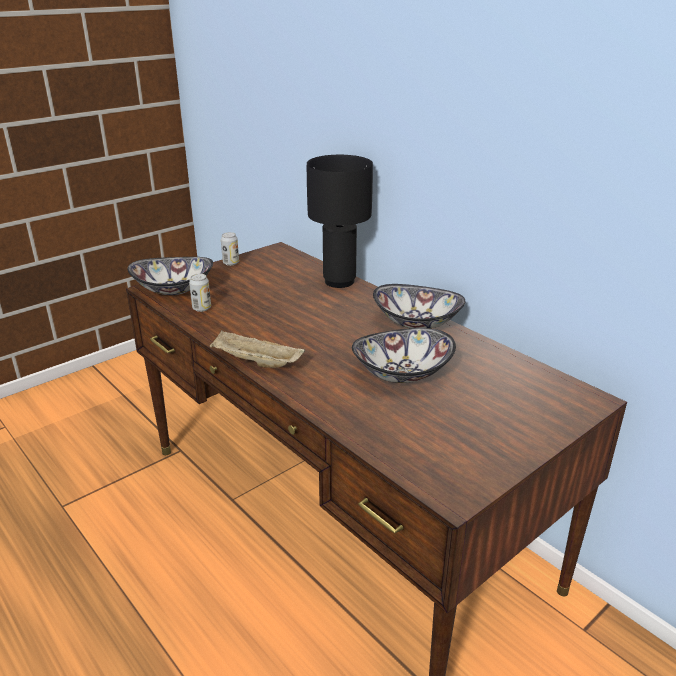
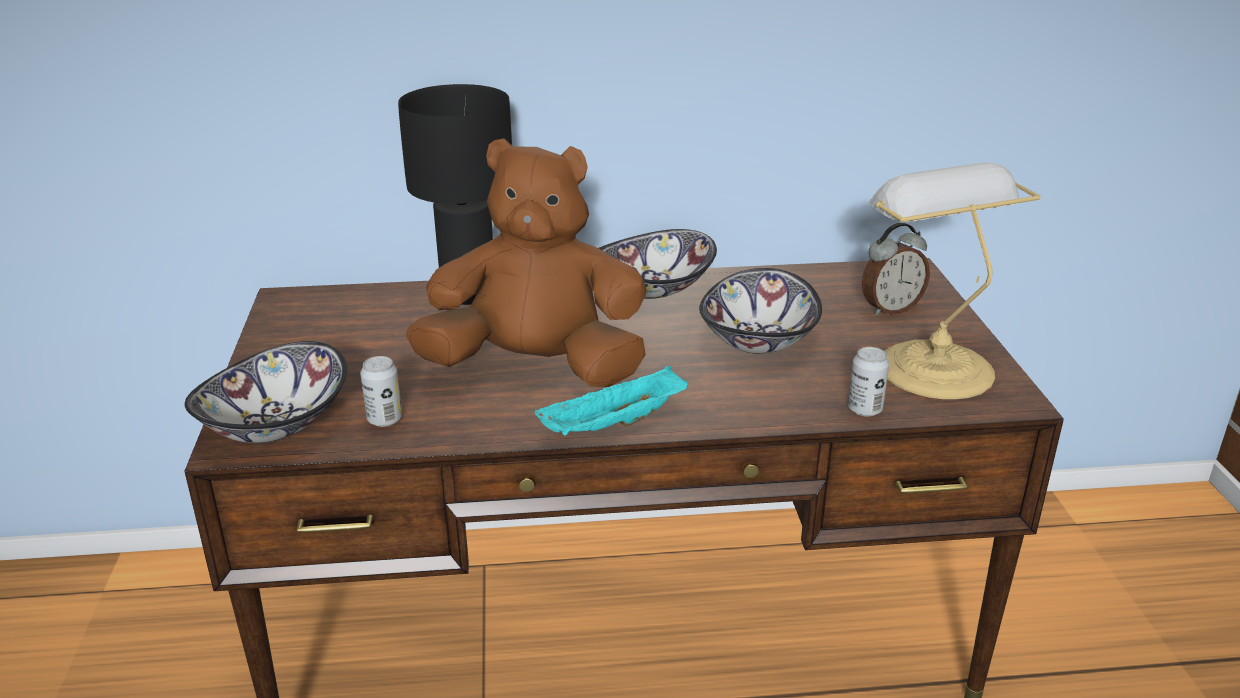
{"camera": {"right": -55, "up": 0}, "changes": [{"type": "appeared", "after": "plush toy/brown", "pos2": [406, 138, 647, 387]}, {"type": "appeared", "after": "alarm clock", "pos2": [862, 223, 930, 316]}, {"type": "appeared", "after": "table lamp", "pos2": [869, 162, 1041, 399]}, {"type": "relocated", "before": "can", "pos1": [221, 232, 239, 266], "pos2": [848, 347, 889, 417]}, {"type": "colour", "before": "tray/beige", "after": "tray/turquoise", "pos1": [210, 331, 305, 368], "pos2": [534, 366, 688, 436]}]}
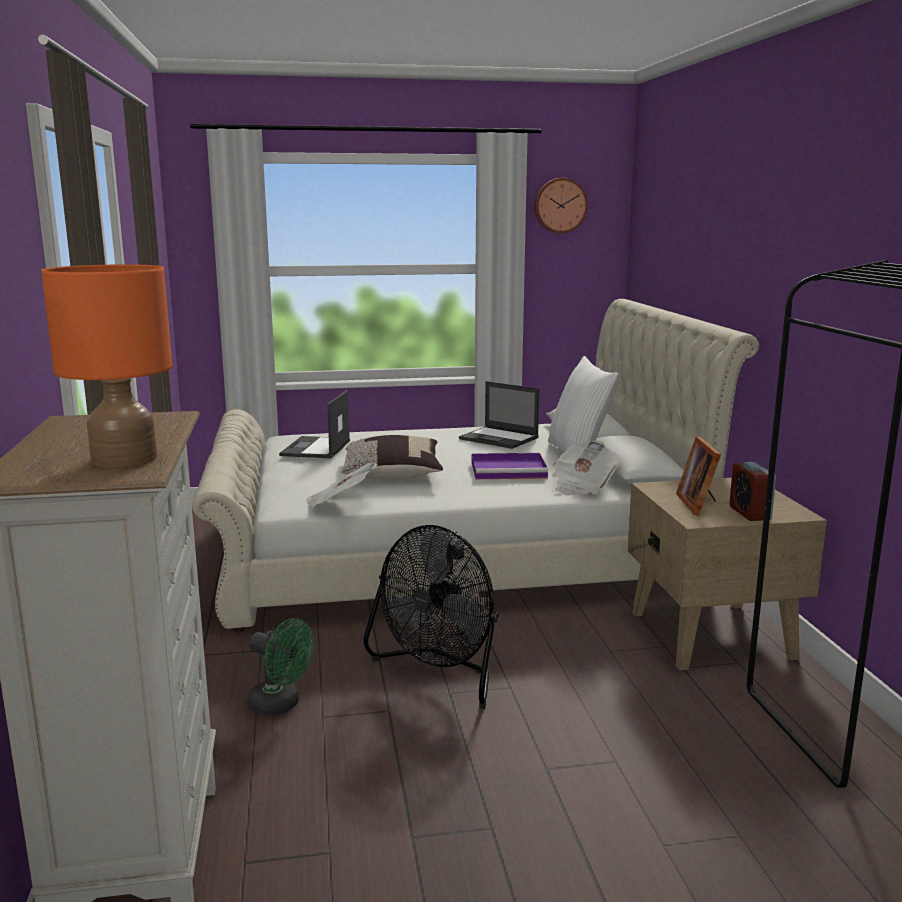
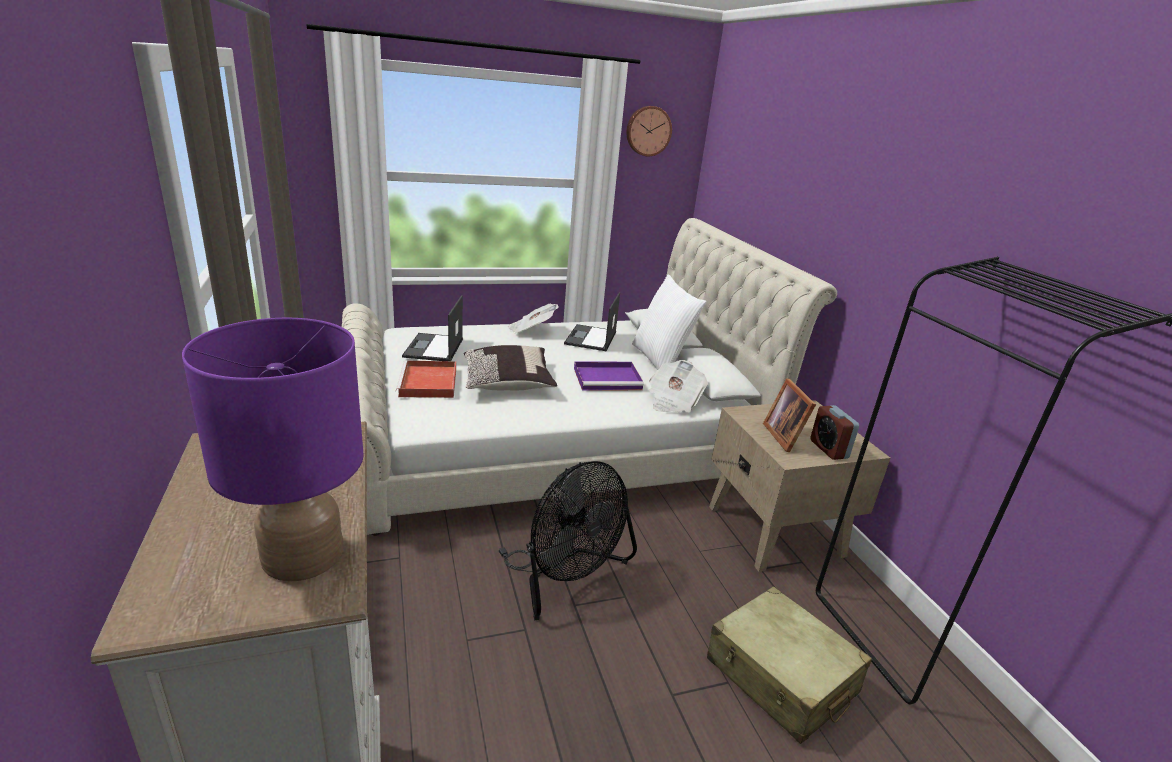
{"camera": {"right": -10, "up": 10}, "changes": [{"type": "missing", "before": "fan/green", "pos1": [247, 618, 314, 716]}, {"type": "appeared", "after": "tray/red", "pos2": [396, 360, 456, 398]}, {"type": "appeared", "after": "suitcase/beige", "pos2": [707, 586, 872, 744]}, {"type": "relocated", "before": "newspaper", "pos1": [306, 463, 377, 508], "pos2": [508, 304, 559, 334]}, {"type": "colour", "before": "table lamp/orange", "after": "table lamp/purple", "pos1": [41, 264, 172, 469], "pos2": [182, 318, 364, 581]}, {"type": "spun", "before": "fan/black", "pos1": [363, 525, 499, 709], "pos2": [499, 461, 637, 620], "turn": -75}, {"type": "spun", "before": "laptop", "pos1": [459, 381, 539, 449], "pos2": [564, 293, 620, 351], "turn": 75}]}
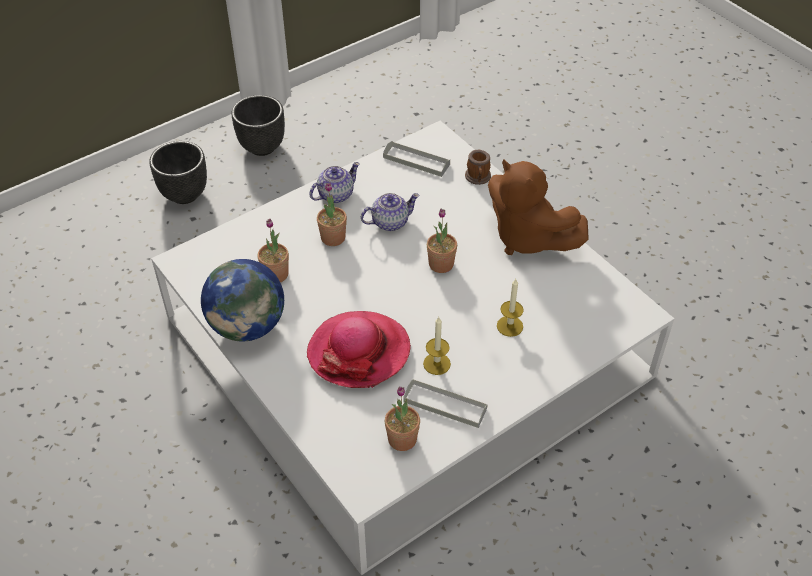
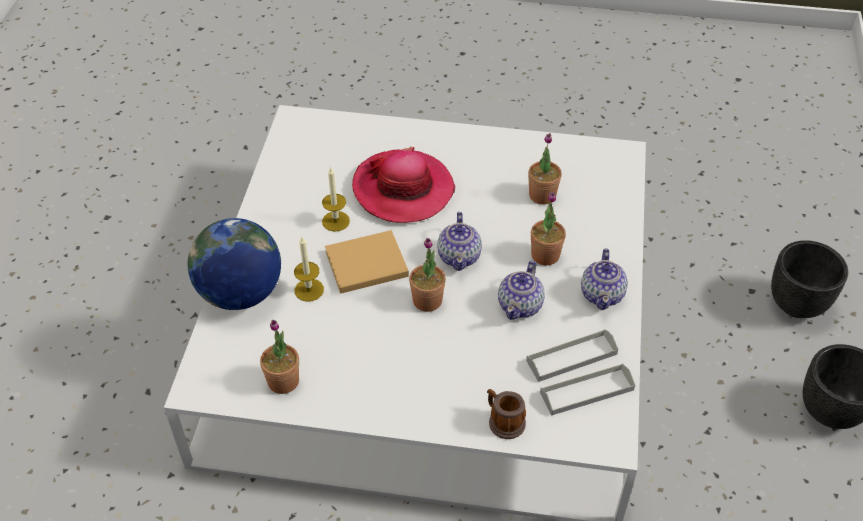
{"camera": {"right": 135, "up": 0}, "changes": [{"type": "missing", "before": "plush toy/brown", "pos1": [488, 159, 589, 255]}, {"type": "appeared", "after": "book/beige", "pos2": [325, 230, 409, 294]}, {"type": "appeared", "after": "teapot", "pos2": [437, 212, 482, 271]}, {"type": "relocated", "before": "globe", "pos1": [201, 259, 284, 342], "pos2": [188, 218, 281, 310]}, {"type": "relocated", "before": "potted plant", "pos1": [385, 386, 420, 451], "pos2": [260, 320, 299, 394]}, {"type": "relocated", "before": "tray/grey", "pos1": [403, 379, 488, 428], "pos2": [526, 329, 618, 382]}]}
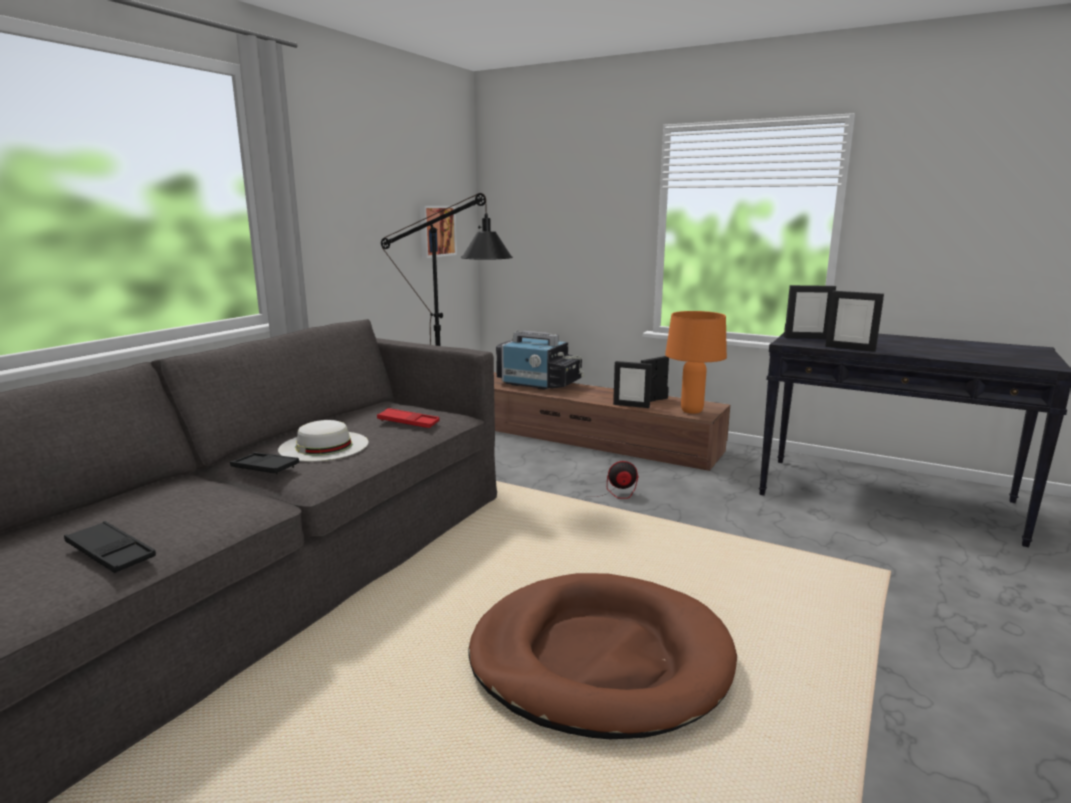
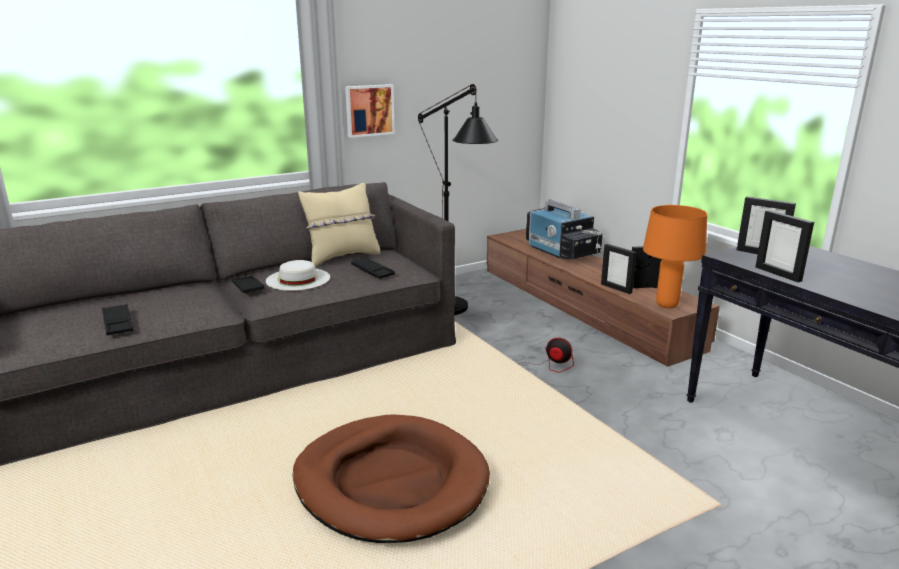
{"camera": {"right": 30, "up": 5}, "changes": [{"type": "appeared", "after": "pillow/beige", "pos2": [298, 183, 380, 266]}, {"type": "relocated", "before": "picture", "pos1": [420, 206, 457, 258], "pos2": [345, 84, 395, 138]}, {"type": "colour", "before": "tray/red", "after": "tray/black", "pos1": [377, 408, 439, 428], "pos2": [351, 257, 395, 279]}]}
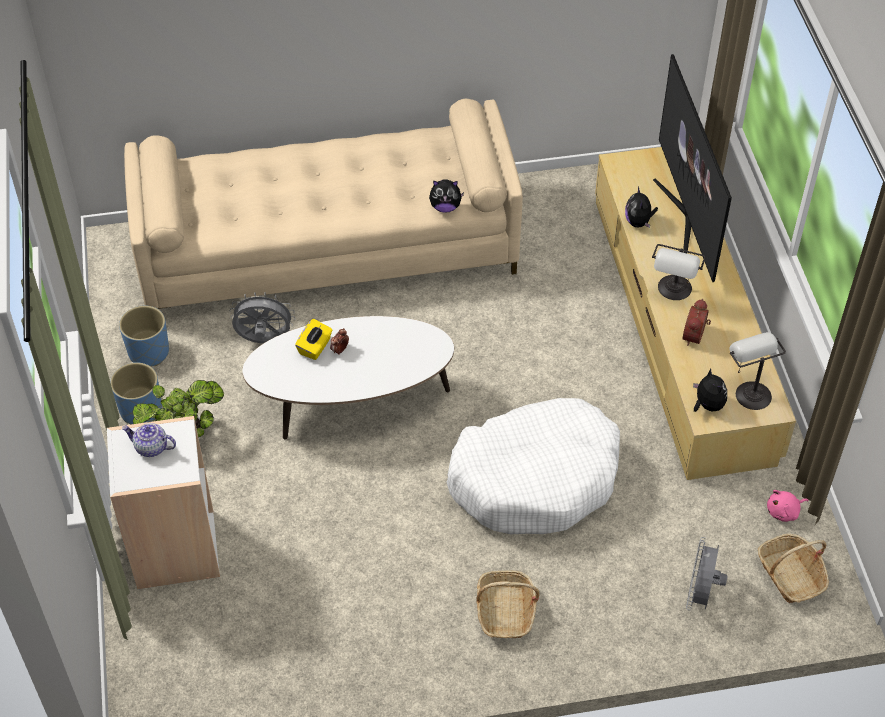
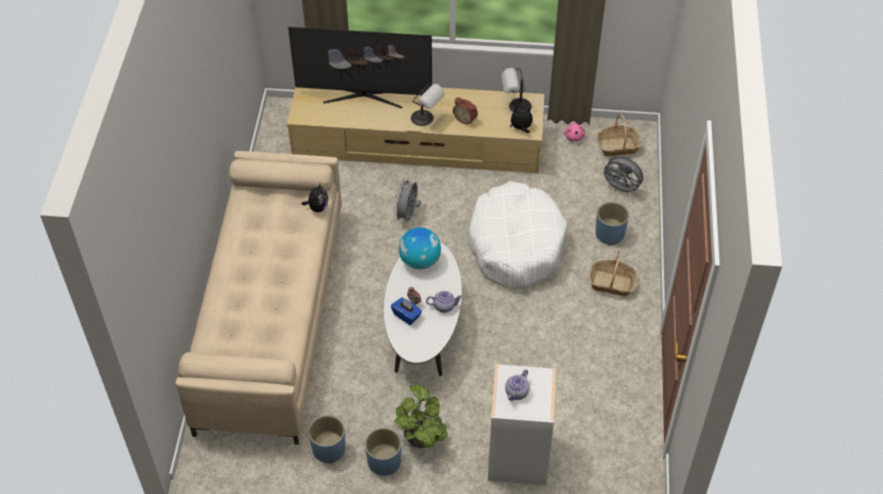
{"camera": {"right": -75, "up": 0}, "changes": [{"type": "missing", "before": "plush toy", "pos1": [625, 187, 658, 228]}, {"type": "appeared", "after": "globe", "pos2": [399, 227, 441, 270]}, {"type": "appeared", "after": "teapot", "pos2": [426, 291, 463, 313]}, {"type": "appeared", "after": "planter/blue", "pos2": [595, 202, 629, 245]}, {"type": "relocated", "before": "fan/grey", "pos1": [229, 292, 295, 343], "pos2": [393, 178, 421, 222]}, {"type": "colour", "before": "tissue box/yellow", "after": "tissue box/blue", "pos1": [295, 319, 333, 360], "pos2": [391, 298, 422, 325]}]}
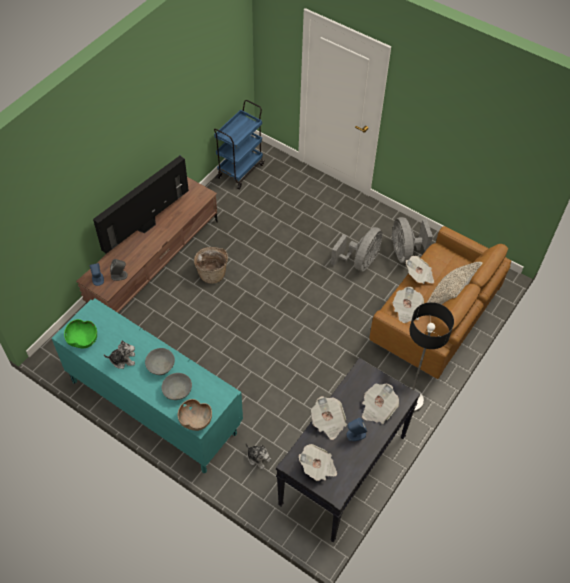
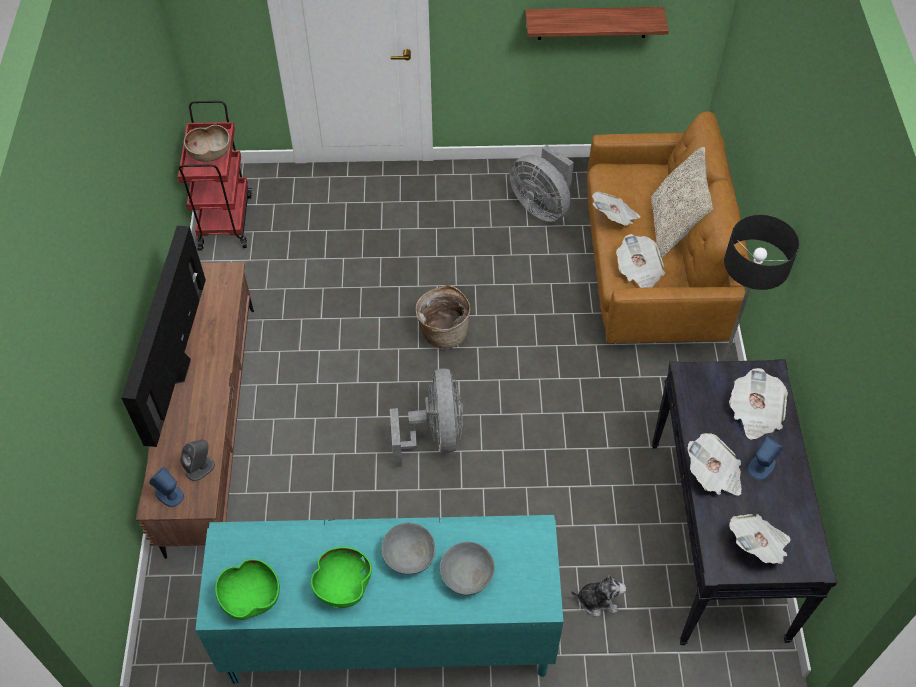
{"camera": {"right": -35, "up": 0}, "changes": [{"type": "appeared", "after": "shelf", "pos2": [526, 7, 669, 40]}, {"type": "relocated", "before": "bowl/brown", "pos1": [178, 399, 212, 431], "pos2": [184, 125, 230, 162]}, {"type": "relocated", "before": "basket", "pos1": [194, 247, 228, 284], "pos2": [415, 285, 471, 349]}, {"type": "relocated", "before": "fan/grey", "pos1": [331, 227, 383, 271], "pos2": [390, 368, 463, 467]}, {"type": "exchanged", "before": "plush toy", "after": "bowl/green", "pos1": [104, 340, 135, 369], "pos2": [311, 547, 372, 608]}, {"type": "colour", "before": "cart/blue", "after": "cart/red", "pos1": [214, 100, 265, 190], "pos2": [178, 101, 252, 251]}]}
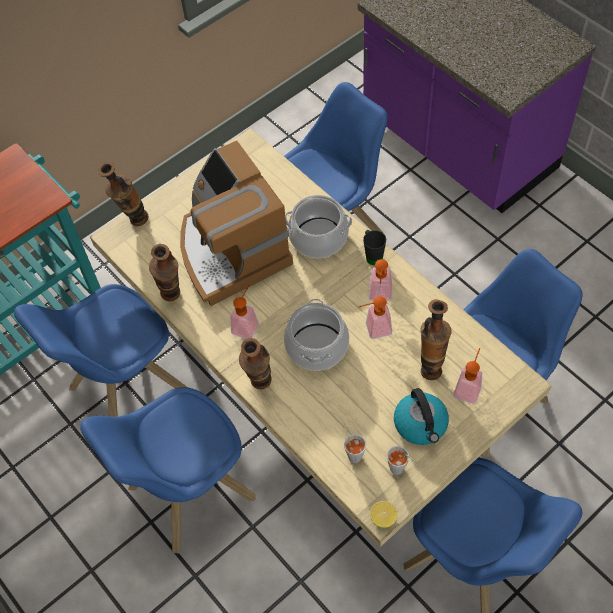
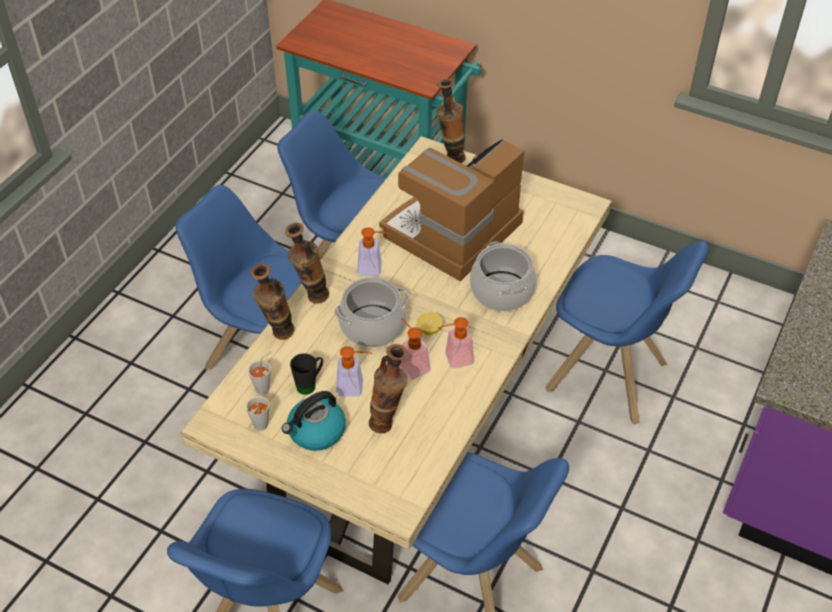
{"camera": {"right": 65, "up": -10}, "changes": [{"type": "relocated", "before": "vase", "pos1": [149, 244, 180, 301], "pos2": [251, 263, 294, 340]}, {"type": "relocated", "before": "mug/black", "pos1": [363, 230, 386, 265], "pos2": [290, 353, 323, 395]}, {"type": "relocated", "before": "lemon", "pos1": [370, 501, 398, 528], "pos2": [417, 312, 443, 335]}, {"type": "relocated", "before": "soap dispenser", "pos1": [453, 348, 482, 404], "pos2": [336, 346, 372, 397]}]}
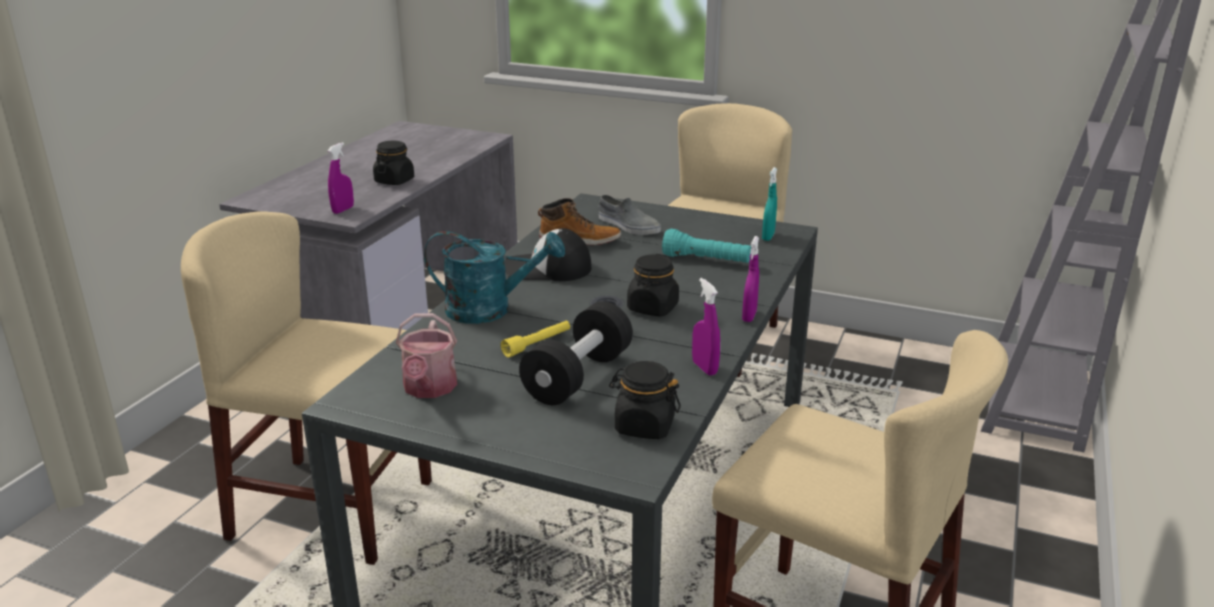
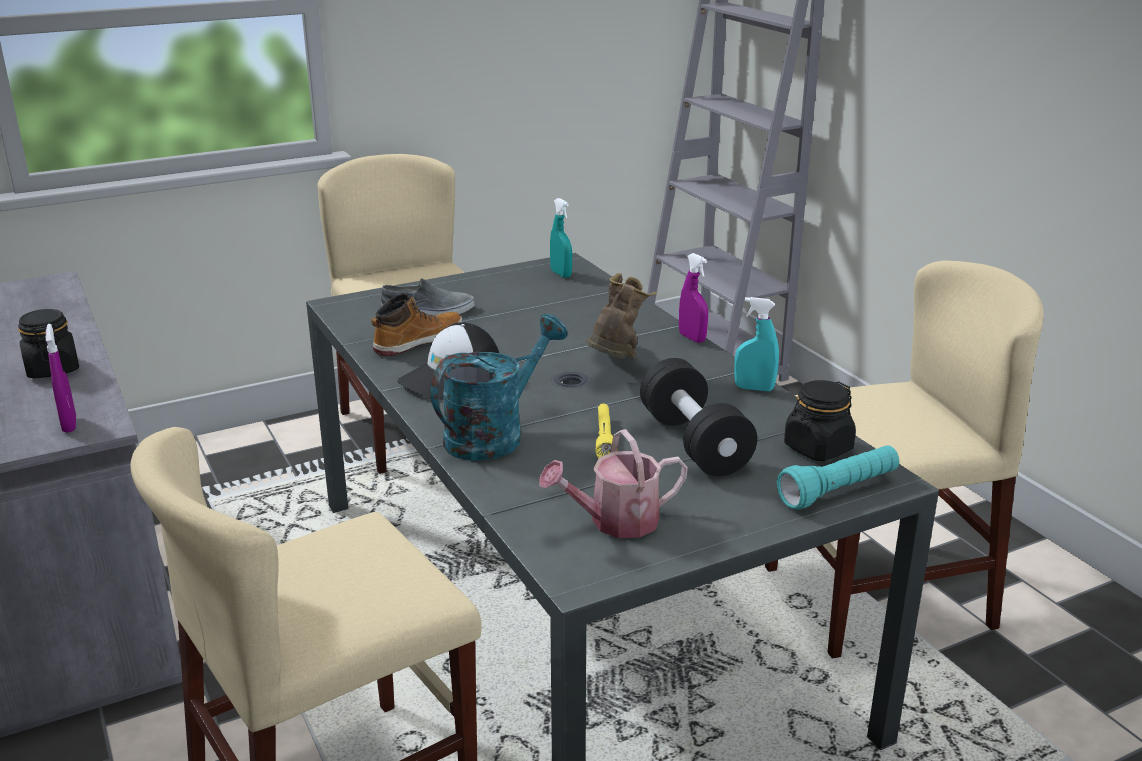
{"camera": {"right": -50, "up": 0}, "changes": [{"type": "relocated", "before": "flashlight/turquoise", "pos1": [662, 229, 751, 263], "pos2": [777, 445, 899, 510]}, {"type": "exchanged", "before": "jar/black", "after": "boot/brown", "pos1": [627, 254, 679, 316], "pos2": [586, 273, 657, 359]}, {"type": "colour", "before": "spray bottle/purple", "after": "spray bottle/turquoise", "pos1": [692, 278, 720, 376], "pos2": [734, 297, 779, 391]}, {"type": "spun", "before": "watering can", "pos1": [396, 313, 457, 398], "pos2": [539, 429, 688, 538], "turn": 120}]}
